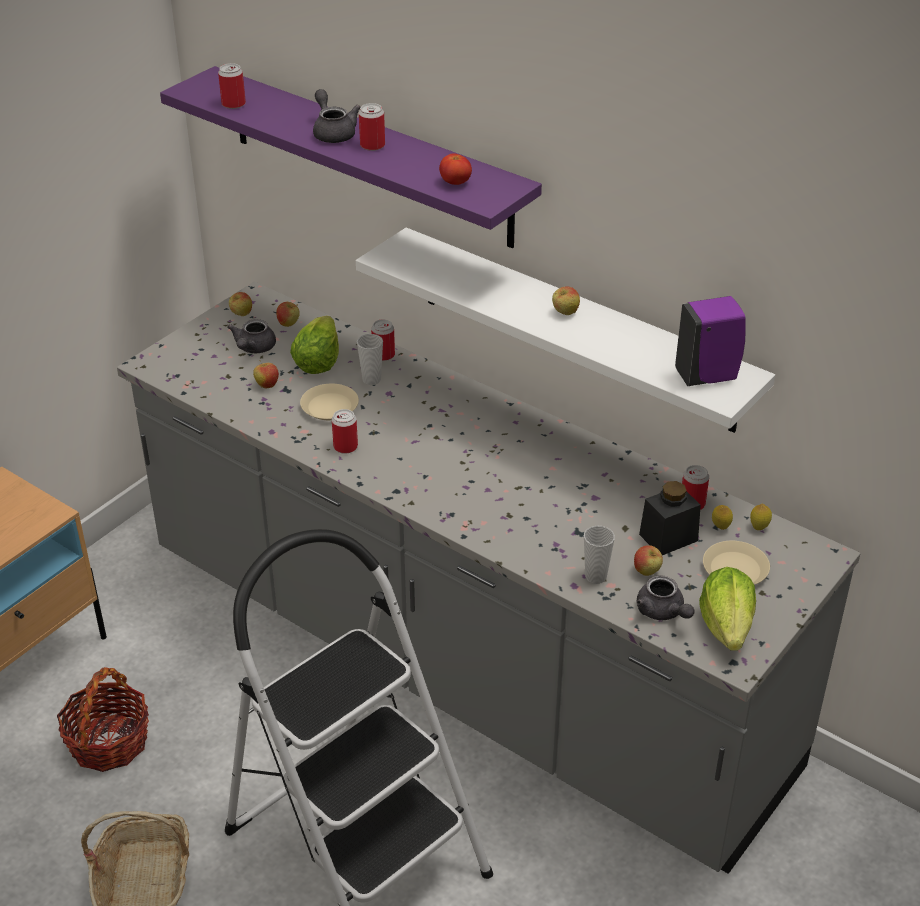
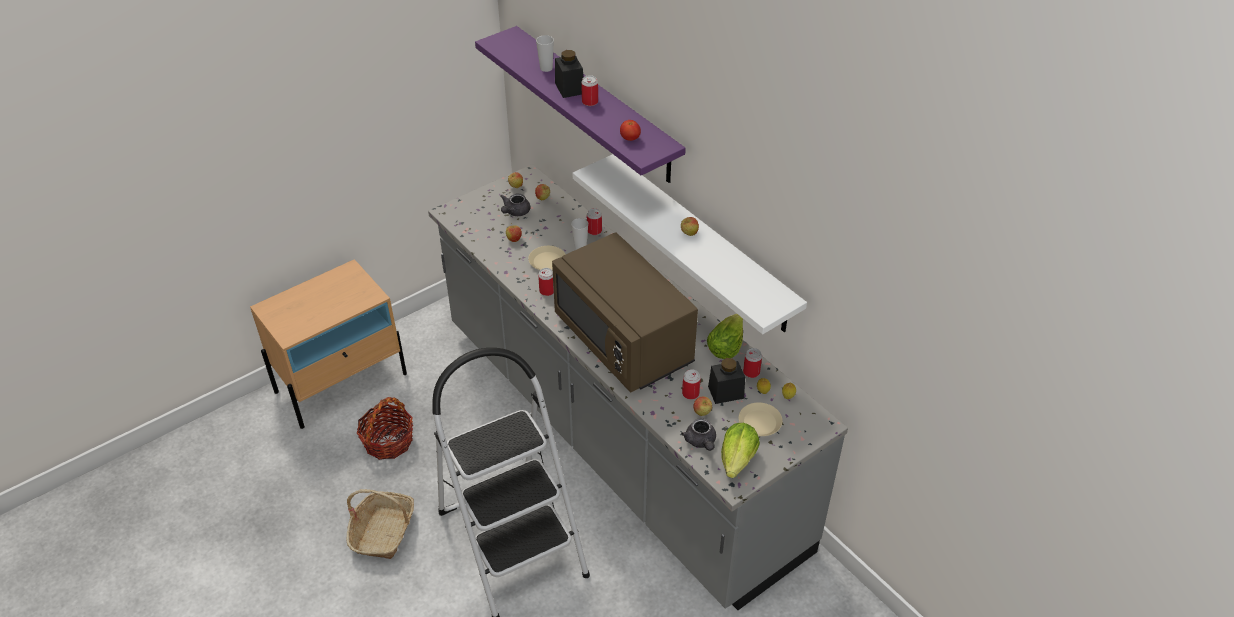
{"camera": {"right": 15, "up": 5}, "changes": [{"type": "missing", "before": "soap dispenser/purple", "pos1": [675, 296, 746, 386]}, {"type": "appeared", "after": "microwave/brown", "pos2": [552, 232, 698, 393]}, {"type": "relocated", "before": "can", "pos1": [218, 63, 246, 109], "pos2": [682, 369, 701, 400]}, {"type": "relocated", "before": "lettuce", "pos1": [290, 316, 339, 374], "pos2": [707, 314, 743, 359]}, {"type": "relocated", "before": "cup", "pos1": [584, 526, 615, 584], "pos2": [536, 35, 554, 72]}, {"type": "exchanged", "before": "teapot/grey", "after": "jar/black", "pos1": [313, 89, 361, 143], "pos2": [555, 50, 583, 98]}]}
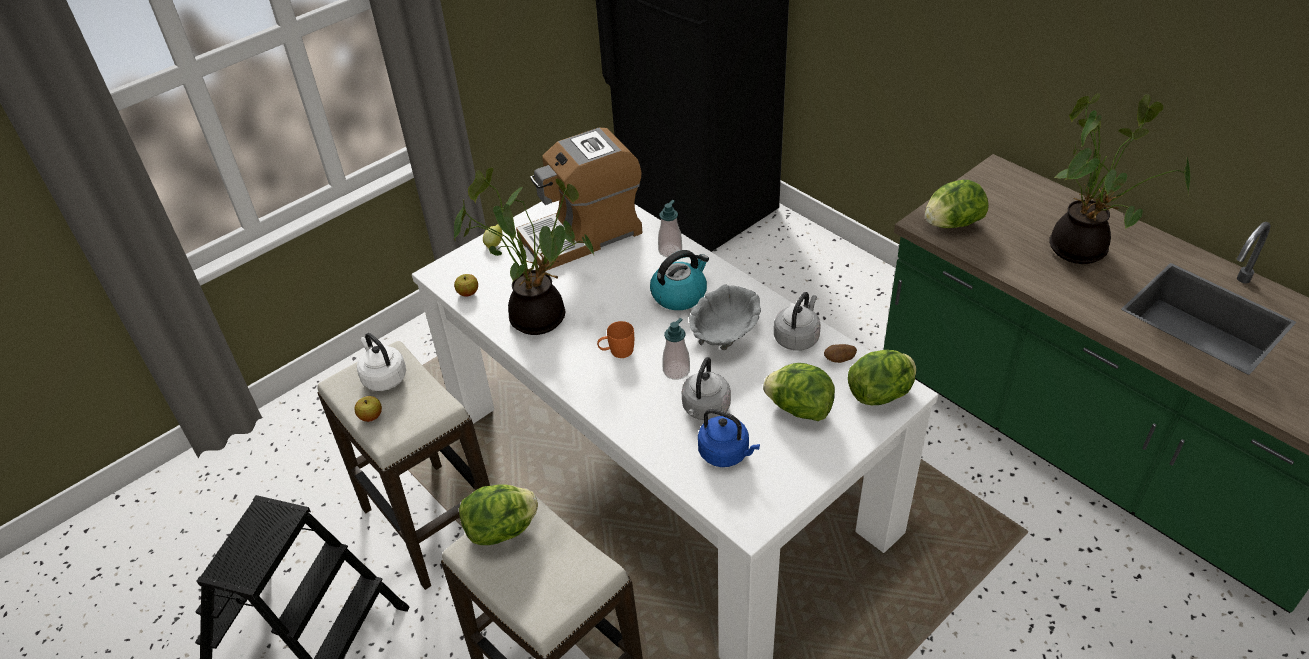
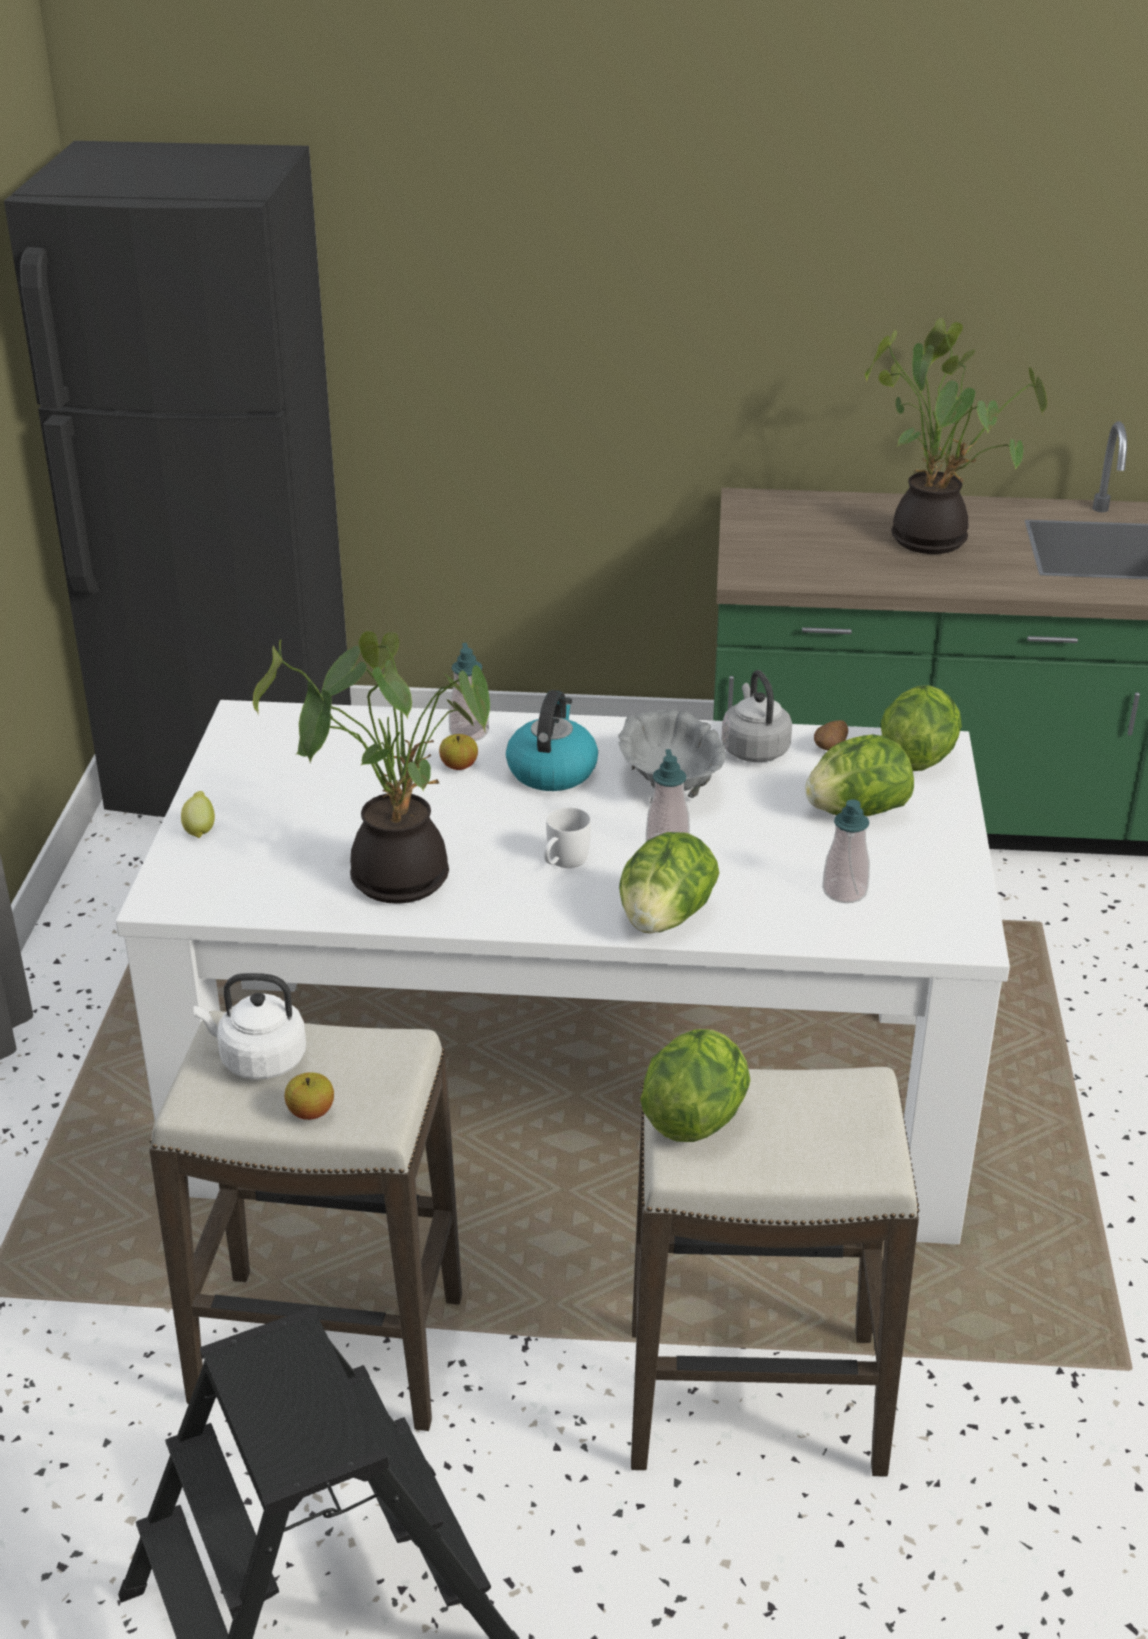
{"camera": {"right": -45, "up": -10}, "changes": [{"type": "missing", "before": "coffee machine", "pos1": [516, 128, 642, 271]}, {"type": "missing", "before": "kettle/grey", "pos1": [682, 357, 731, 420]}, {"type": "relocated", "before": "apple", "pos1": [454, 274, 478, 296], "pos2": [439, 734, 478, 770]}, {"type": "relocated", "before": "lettuce", "pos1": [925, 180, 989, 228], "pos2": [619, 832, 719, 934]}, {"type": "exchanged", "before": "kettle/blue", "after": "soap dispenser", "pos1": [698, 409, 760, 467], "pos2": [822, 800, 870, 903]}, {"type": "colour", "before": "mug/orange", "after": "mug/white", "pos1": [597, 321, 634, 358], "pos2": [544, 807, 591, 868]}]}
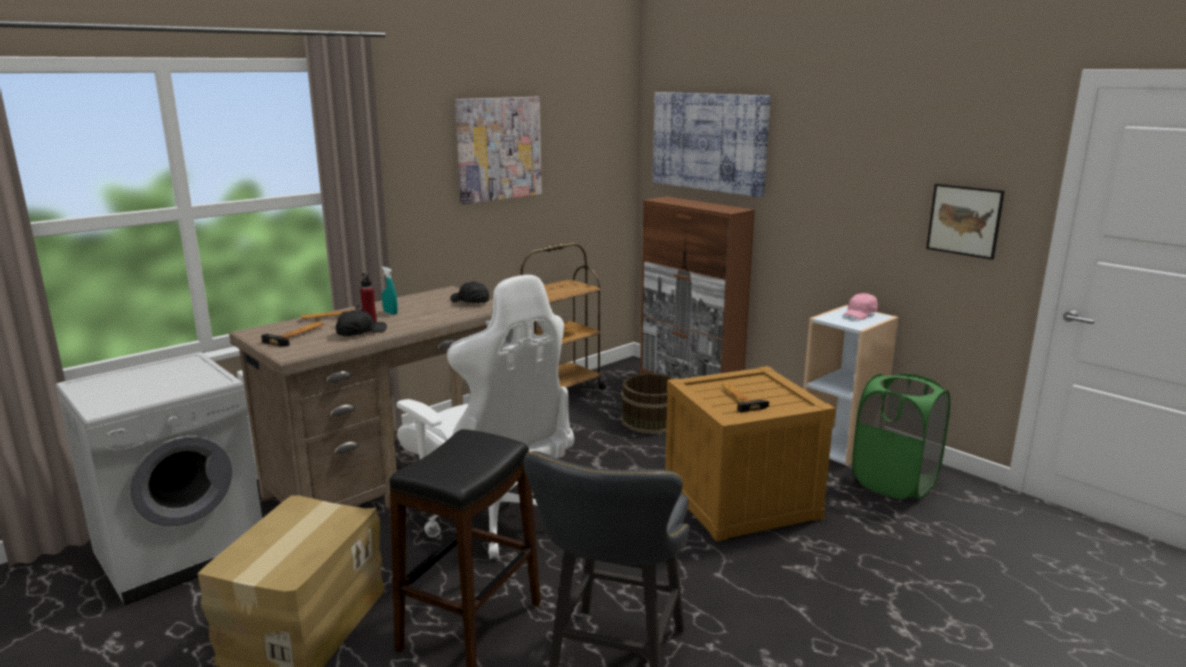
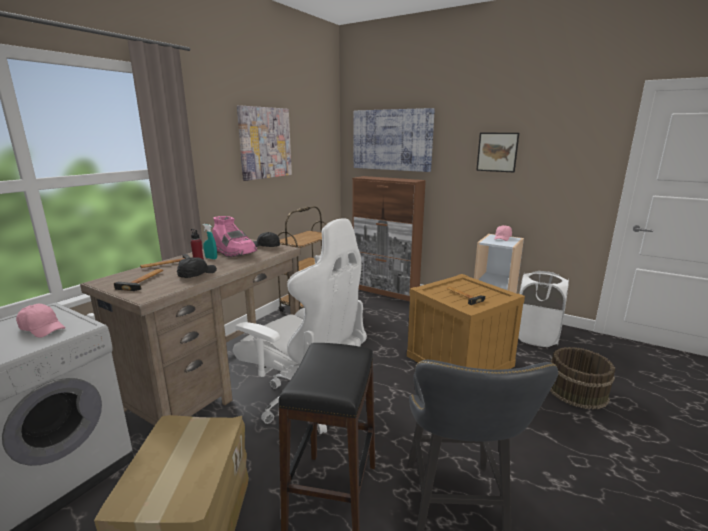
{"camera": {"right": -15, "up": 0}, "changes": [{"type": "appeared", "after": "cap/pink", "pos2": [16, 304, 66, 338]}, {"type": "appeared", "after": "boot/pink", "pos2": [212, 216, 258, 257]}, {"type": "relocated", "before": "bucket/brown", "pos1": [621, 373, 675, 434], "pos2": [550, 347, 615, 409]}, {"type": "relocated", "before": "picture", "pos1": [926, 184, 1005, 260], "pos2": [476, 133, 519, 172]}, {"type": "colour", "before": "laundry basket/green", "after": "laundry basket/white", "pos1": [852, 373, 950, 499], "pos2": [518, 271, 569, 347]}]}
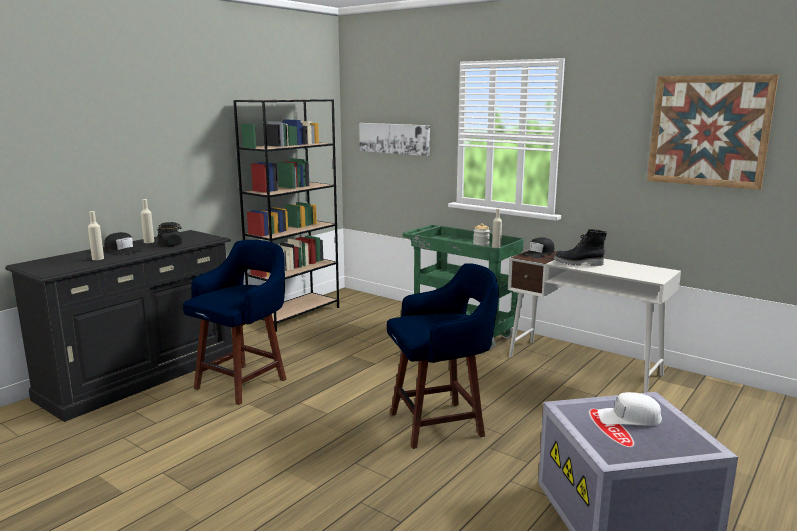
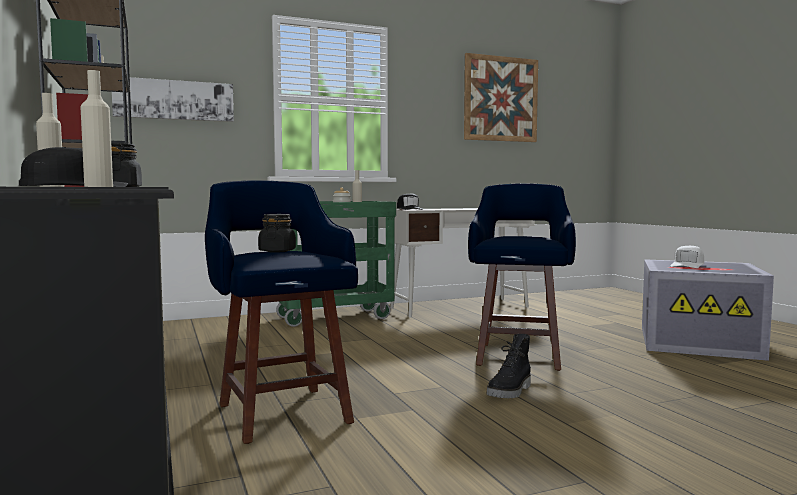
{"camera": {"right": -60, "up": -10}, "changes": [{"type": "appeared", "after": "jar/black", "pos2": [258, 214, 296, 253]}, {"type": "relocated", "before": "boot/black", "pos1": [553, 229, 607, 266], "pos2": [486, 334, 531, 398]}]}
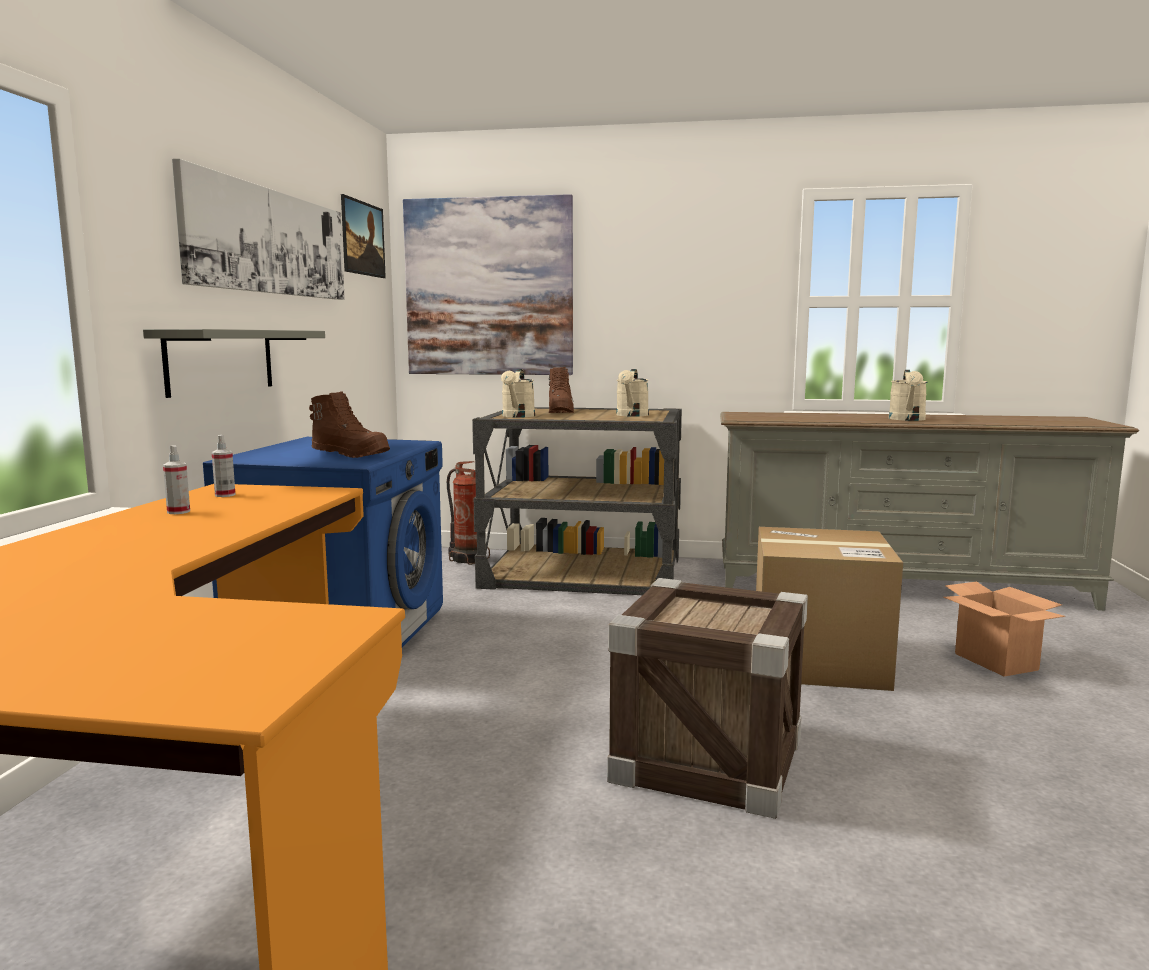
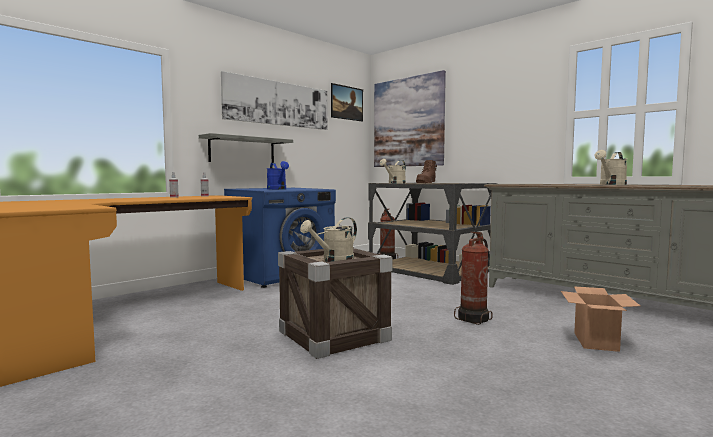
{"camera": {"right": 35, "up": -5}, "changes": [{"type": "relocated", "before": "watering can/beige", "pos1": [616, 369, 649, 417], "pos2": [300, 217, 357, 262]}, {"type": "exchanged", "before": "boot/brown", "after": "watering can/blue", "pos1": [309, 391, 390, 458], "pos2": [267, 161, 289, 189]}, {"type": "exchanged", "before": "cardboard box", "after": "fire extinguisher", "pos1": [756, 527, 903, 691], "pos2": [454, 232, 493, 325]}]}
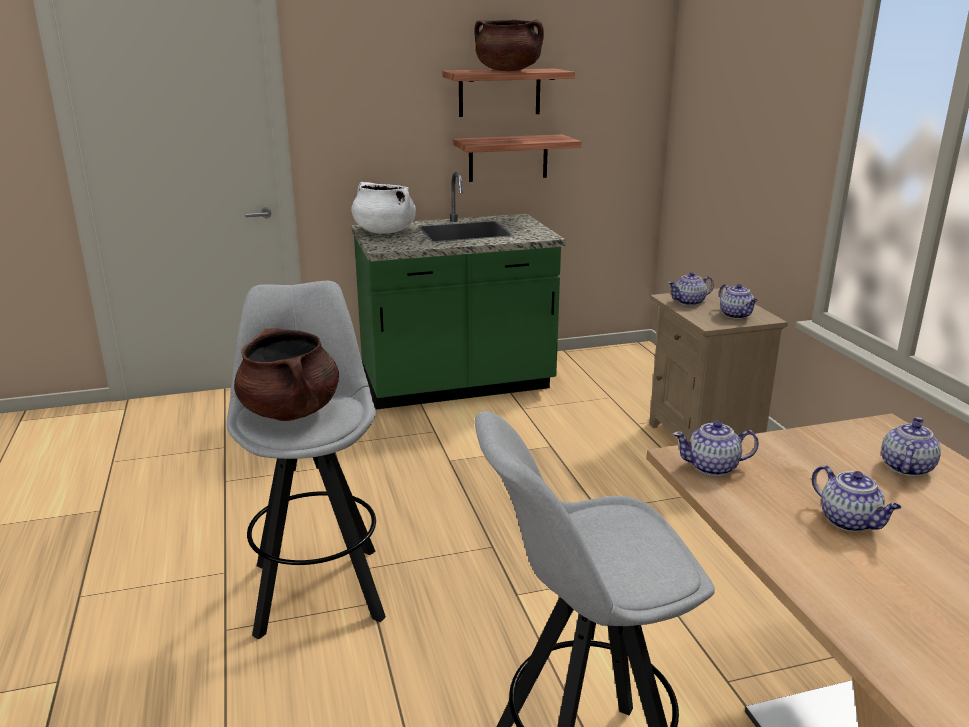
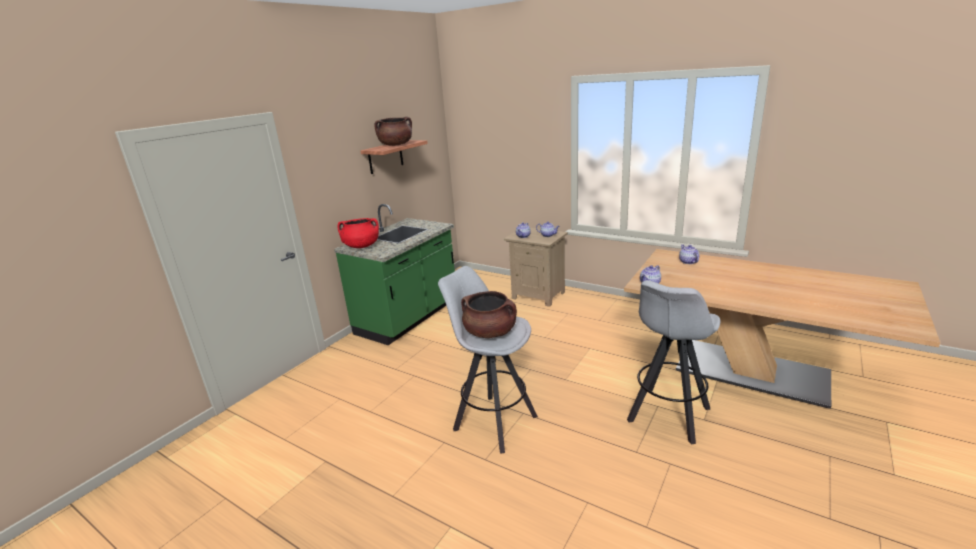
{"camera": {"right": -40, "up": 0}, "changes": [{"type": "missing", "before": "shelf", "pos1": [453, 134, 581, 182]}, {"type": "missing", "before": "teapot", "pos1": [812, 465, 901, 532]}, {"type": "colour", "before": "cooking pot/white", "after": "cooking pot/red", "pos1": [351, 182, 416, 234], "pos2": [337, 218, 379, 248]}]}
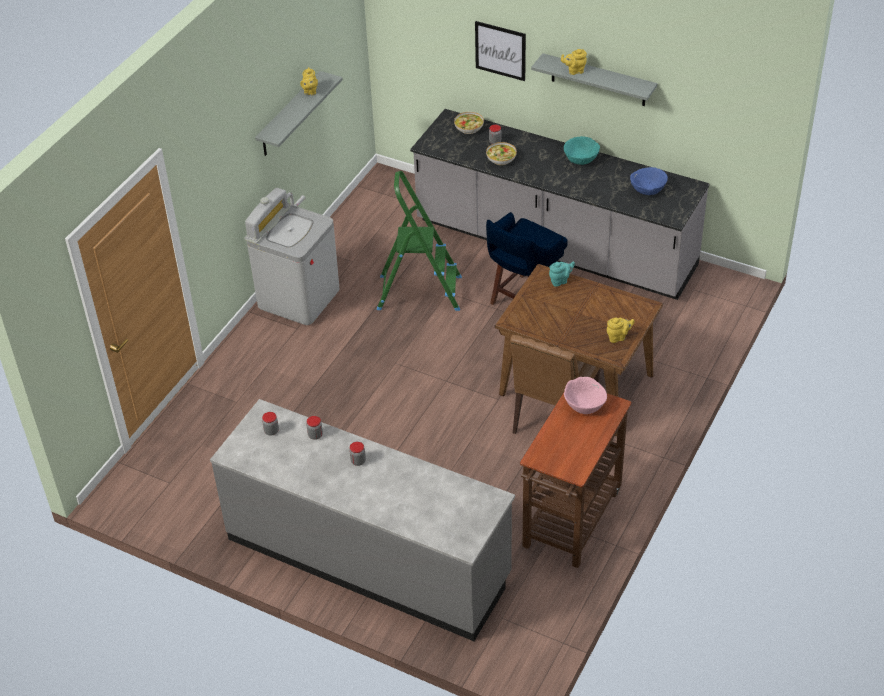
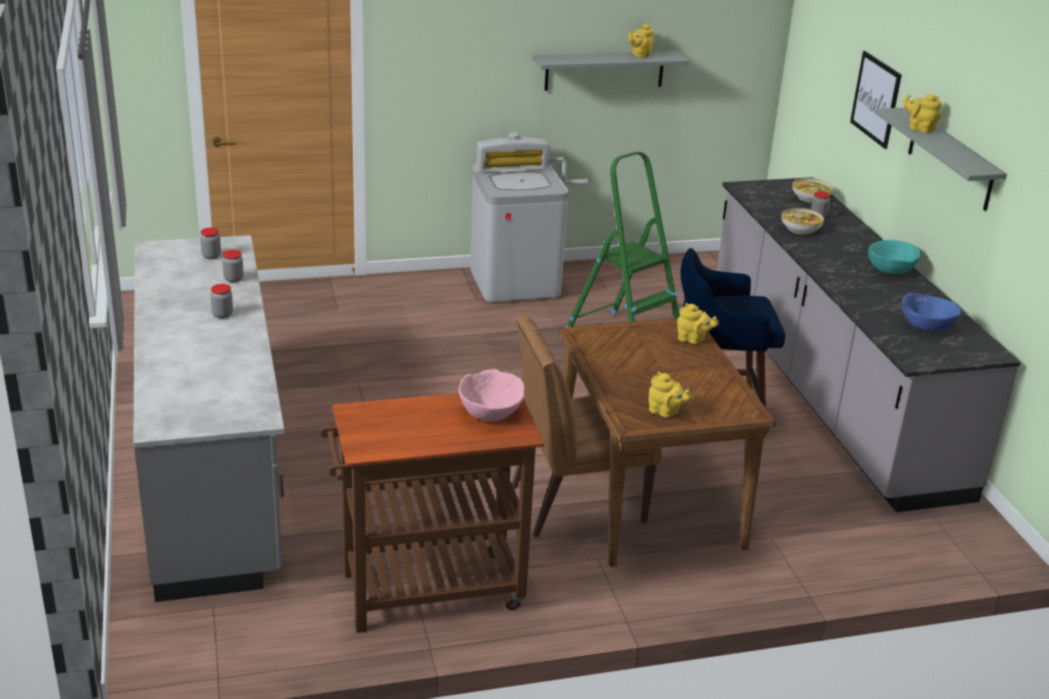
{"camera": {"right": 45, "up": -15}, "changes": [{"type": "colour", "before": "teapot/turquoise", "after": "teapot/yellow", "pos1": [549, 262, 575, 287], "pos2": [677, 303, 719, 344]}]}
